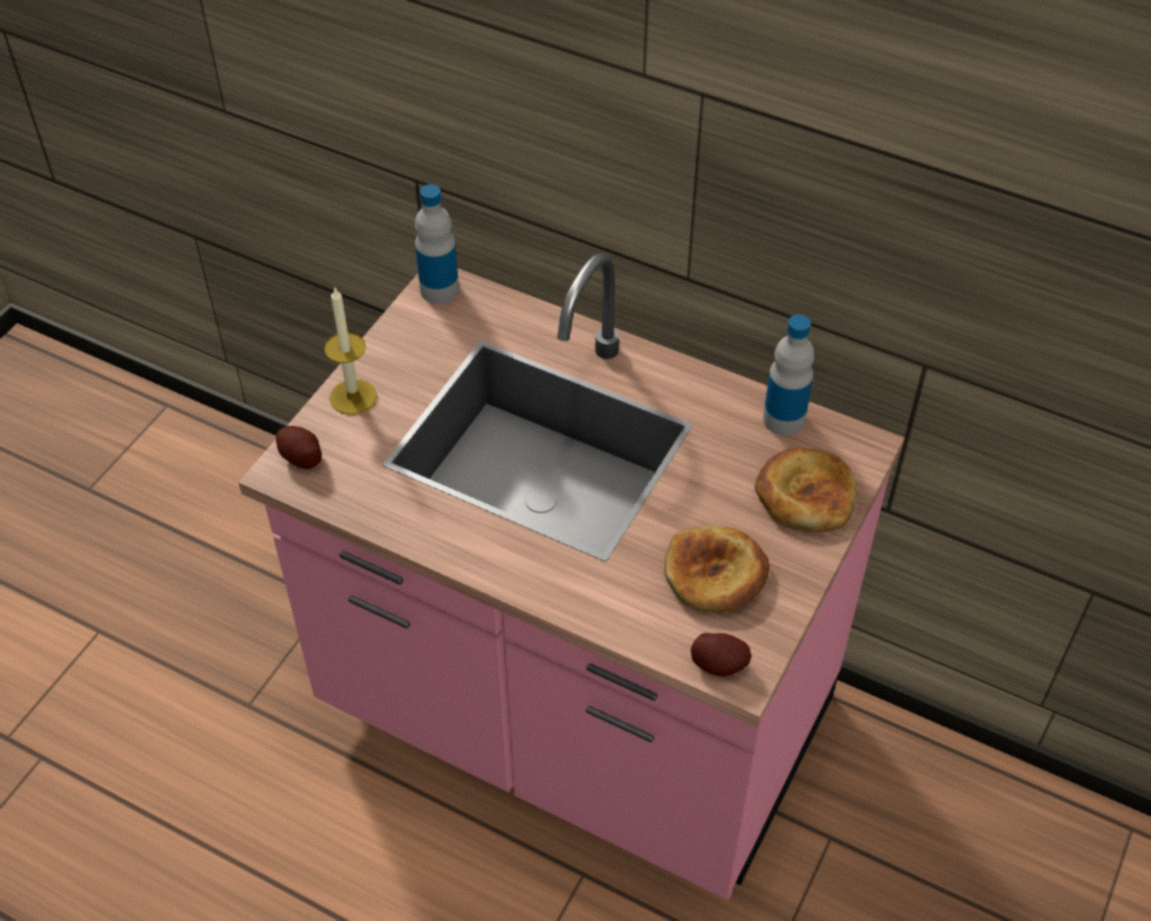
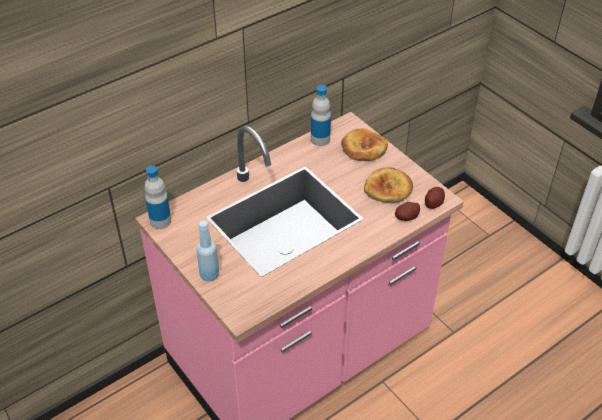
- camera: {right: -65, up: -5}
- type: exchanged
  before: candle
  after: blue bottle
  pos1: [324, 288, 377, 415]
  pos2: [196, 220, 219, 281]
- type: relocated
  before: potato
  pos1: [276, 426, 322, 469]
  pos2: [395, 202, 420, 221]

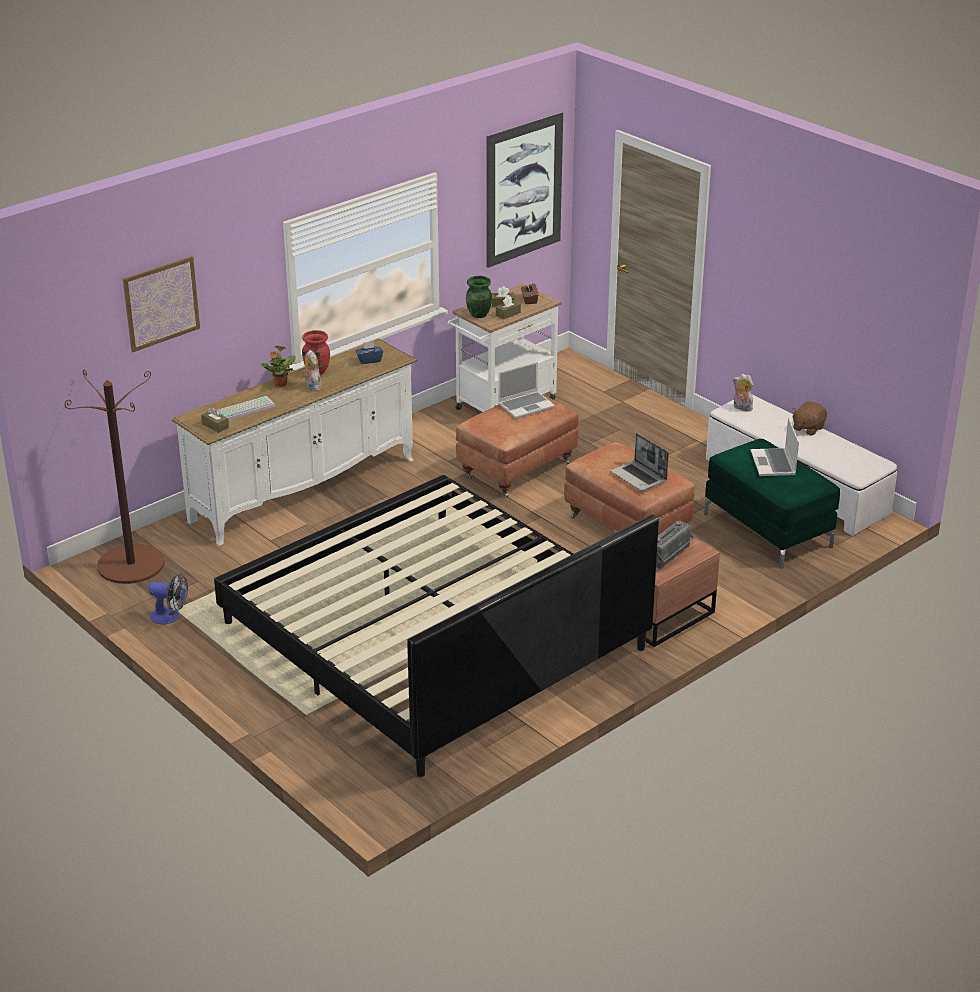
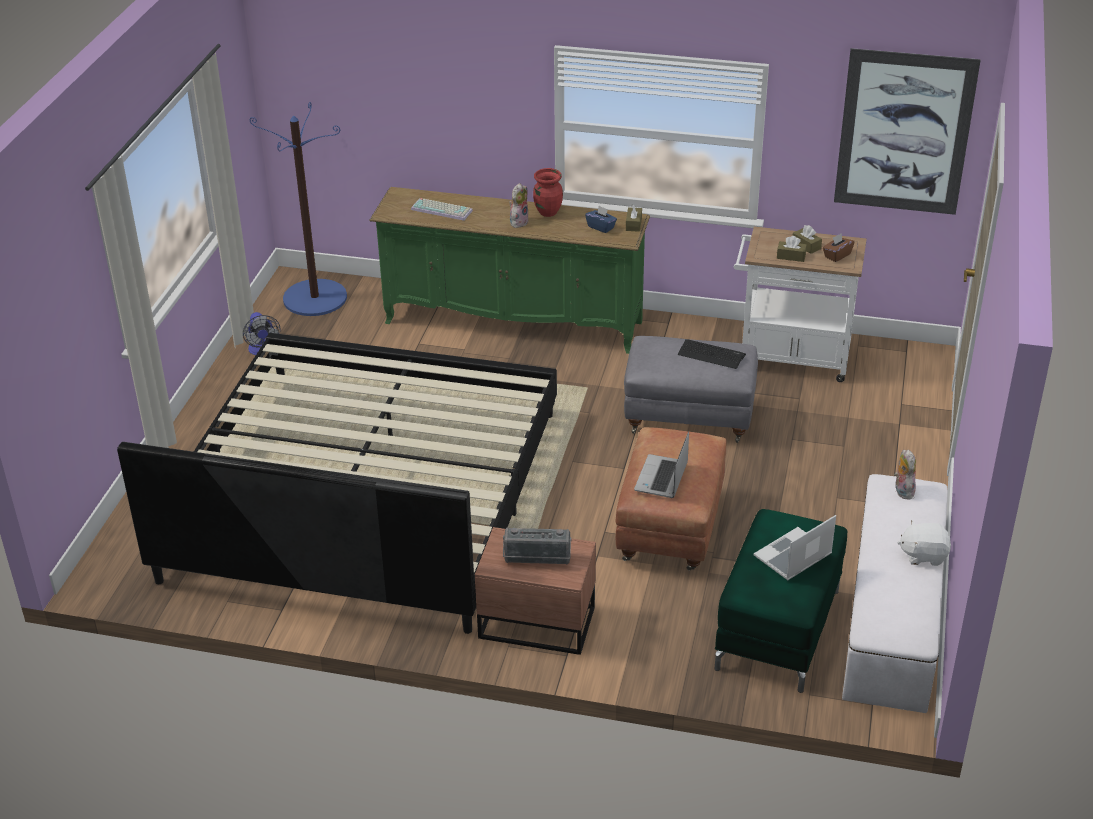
- camera: {right: 55, up: 5}
- type: missing
  before: picture
  pos1: [123, 256, 200, 352]
- type: missing
  before: green vase
  pos1: [466, 276, 492, 318]
- type: colour
  before: white dresser
  after: green dresser
  pos1: [172, 339, 417, 546]
  pos2: [369, 187, 650, 354]
- type: missing
  before: potted plant
  pos1: [261, 345, 296, 387]
- type: exchanged
  before: laptop
  after: keyboard
  pos1: [498, 362, 555, 419]
  pos2: [678, 339, 746, 369]
- type: colour
  before: brown clothes rack
  after: blue clothes rack
  pos1: [64, 370, 165, 584]
  pos2: [250, 102, 347, 316]
- type: colour
  before: brown ottoman
  after: grey ottoman
  pos1: [456, 394, 579, 497]
  pos2: [624, 336, 758, 443]
- type: colour
  before: brown plush toy
  after: white plush toy
  pos1: [792, 402, 827, 435]
  pos2: [897, 520, 951, 566]
- type: relocated
  before: brown tissue box
  pos1: [201, 407, 229, 433]
  pos2: [626, 204, 642, 232]

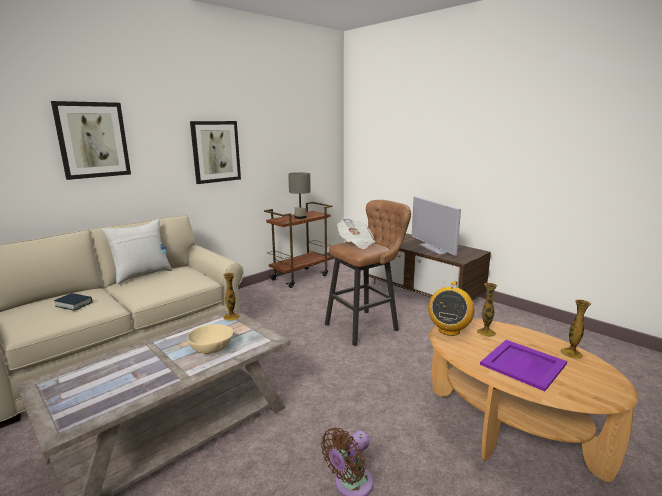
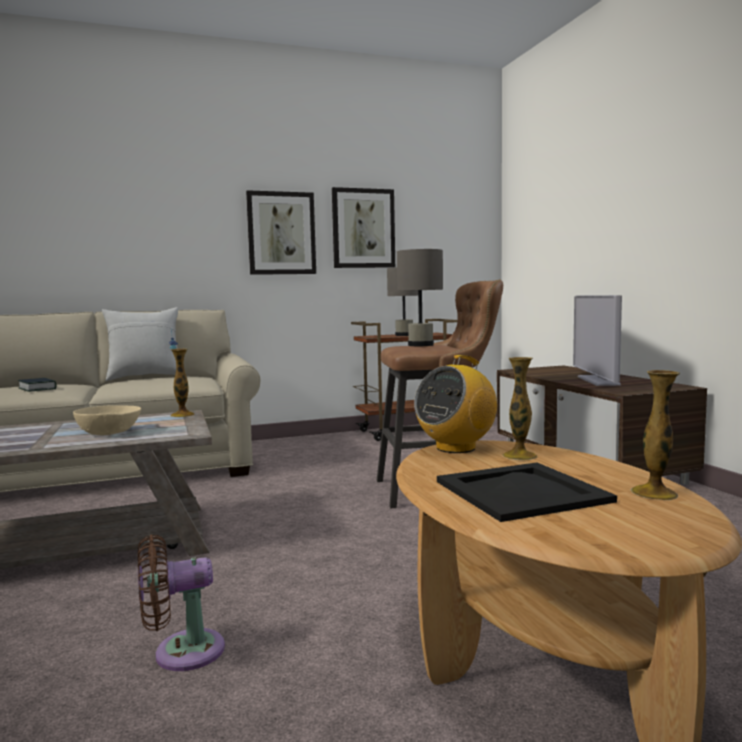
- camera: {right: 25, up: -10}
- type: relocated
  before: picture
  pos1: [51, 101, 131, 180]
  pos2: [332, 187, 395, 268]
- type: exchanged
  before: newspaper
  after: grey table lamp
  pos1: [337, 218, 376, 249]
  pos2: [397, 249, 443, 346]
- type: colour
  before: purple tray
  after: black tray
  pos1: [480, 340, 567, 391]
  pos2: [437, 462, 617, 522]

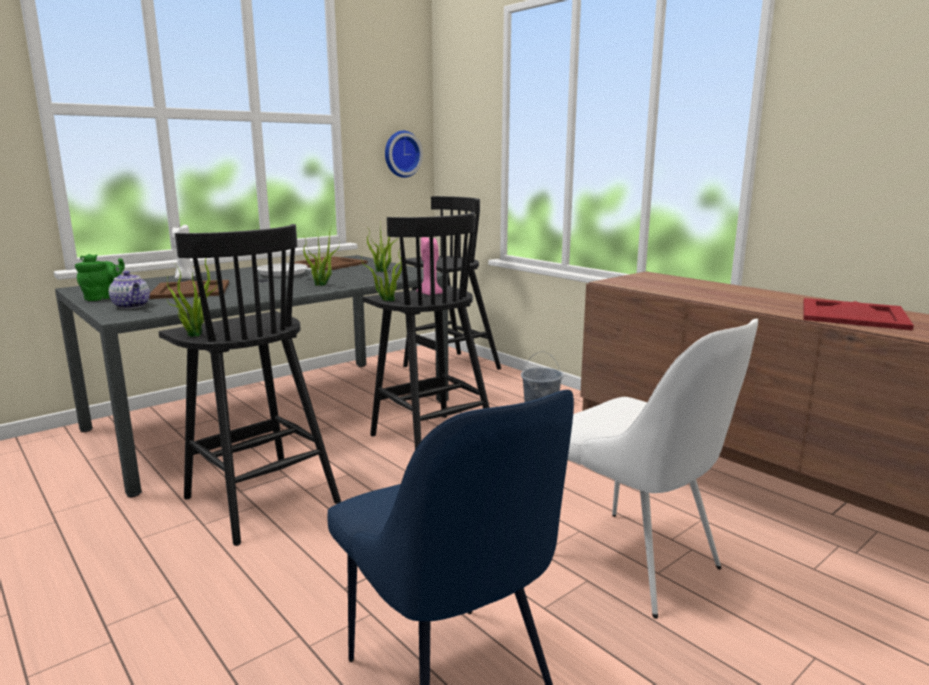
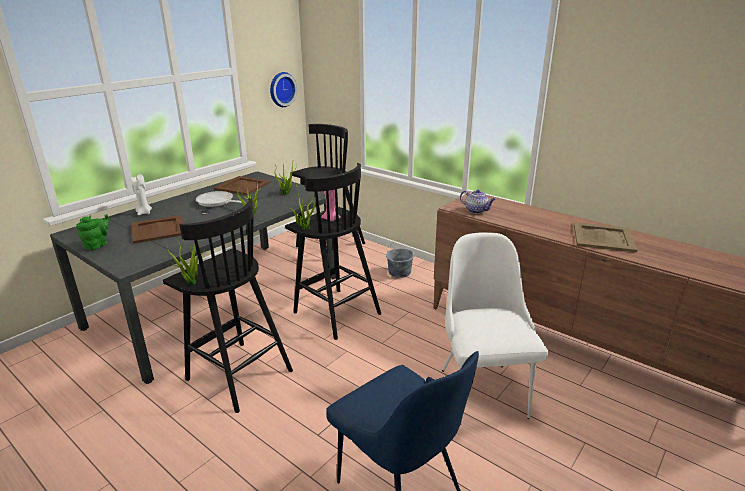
- camera: {right: -10, up: 10}
- type: relocated
  before: teapot
  pos1: [109, 271, 150, 309]
  pos2: [460, 190, 496, 214]
- type: colour
  before: red tray
  after: beige tray
  pos1: [803, 298, 914, 330]
  pos2: [574, 222, 637, 253]
- type: spun
  before: white chair
  pos1: [568, 318, 758, 619]
  pos2: [442, 232, 548, 425]
  turn: -135

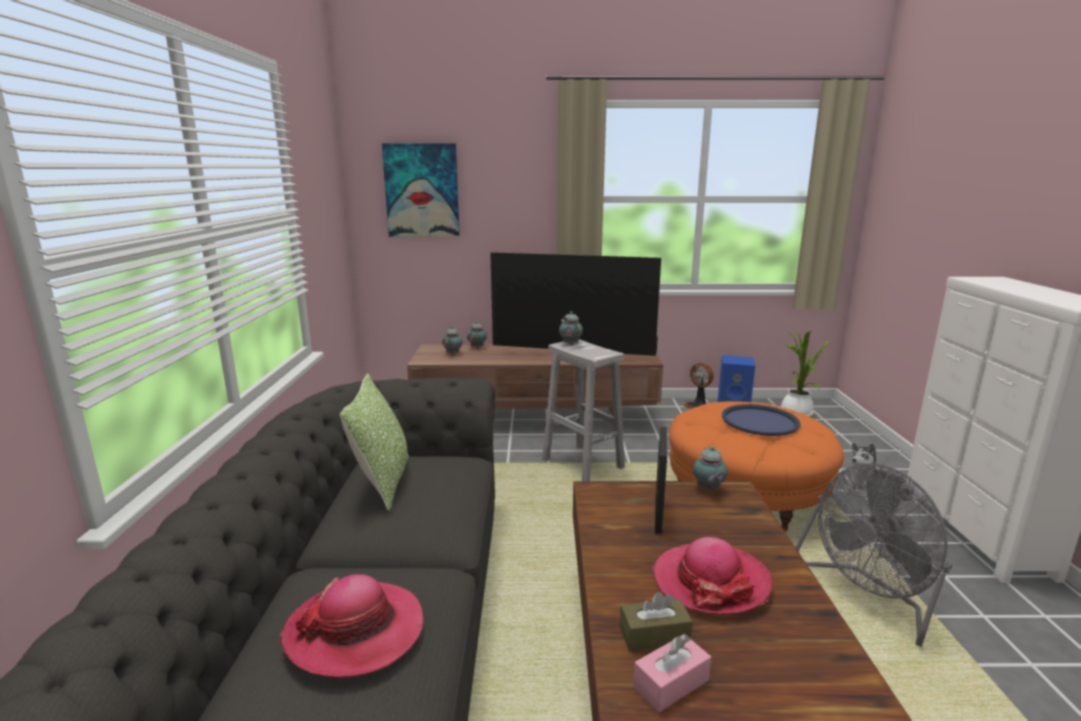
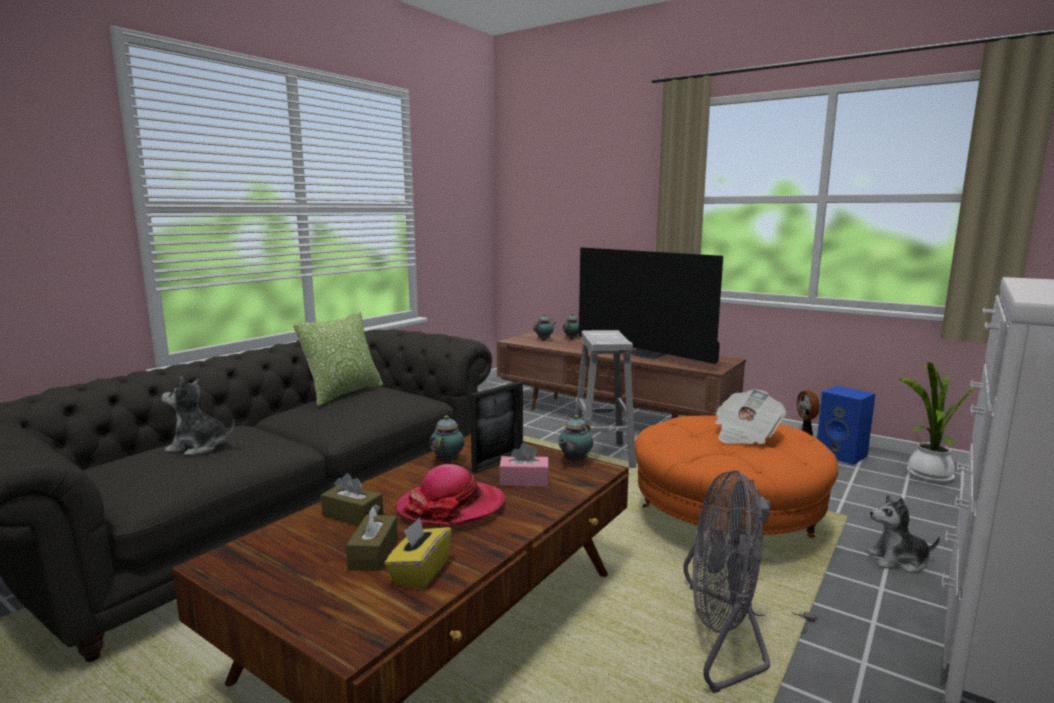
- camera: {right: 35, up: -5}
- type: missing
  before: picture
  pos1: [382, 143, 460, 237]
- type: relocated
  before: teapot
  pos1: [559, 311, 583, 345]
  pos2: [430, 415, 465, 464]
- type: exchanged
  before: blue tray
  after: newspaper
  pos1: [722, 404, 800, 436]
  pos2: [715, 389, 786, 444]
- type: exchanged
  before: hat
  after: plush toy
  pos1: [279, 574, 424, 680]
  pos2: [162, 376, 235, 456]
- type: relocated
  before: pink tissue box
  pos1: [633, 634, 711, 712]
  pos2: [499, 443, 549, 487]
- type: appeared
  after: brown tissue box
  pos2: [346, 505, 398, 571]
- type: appeared
  after: yellow tissue box
  pos2: [385, 517, 452, 590]

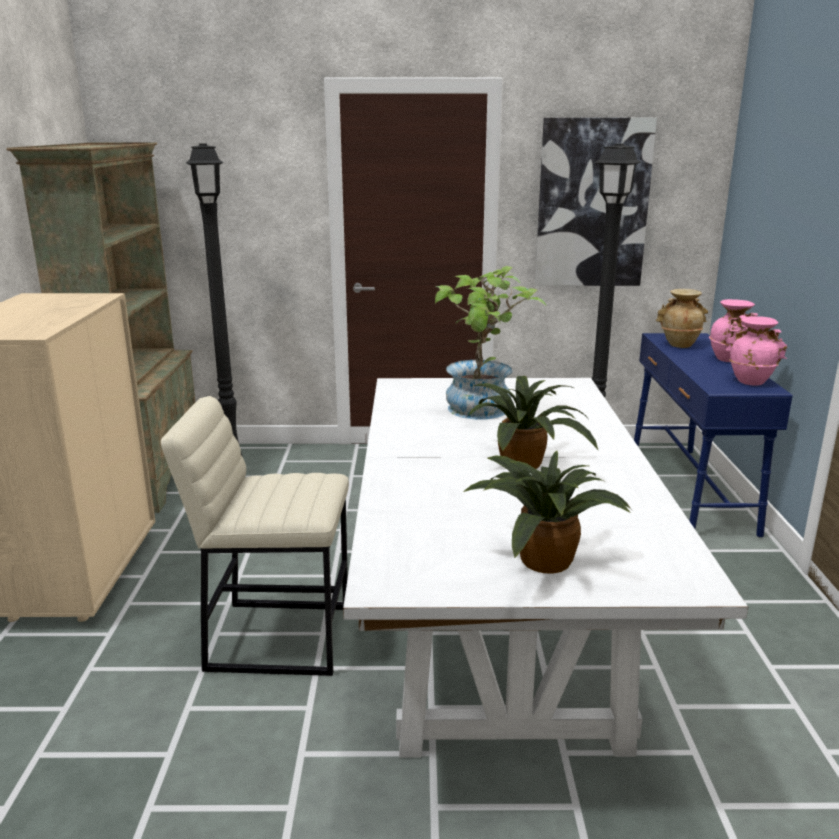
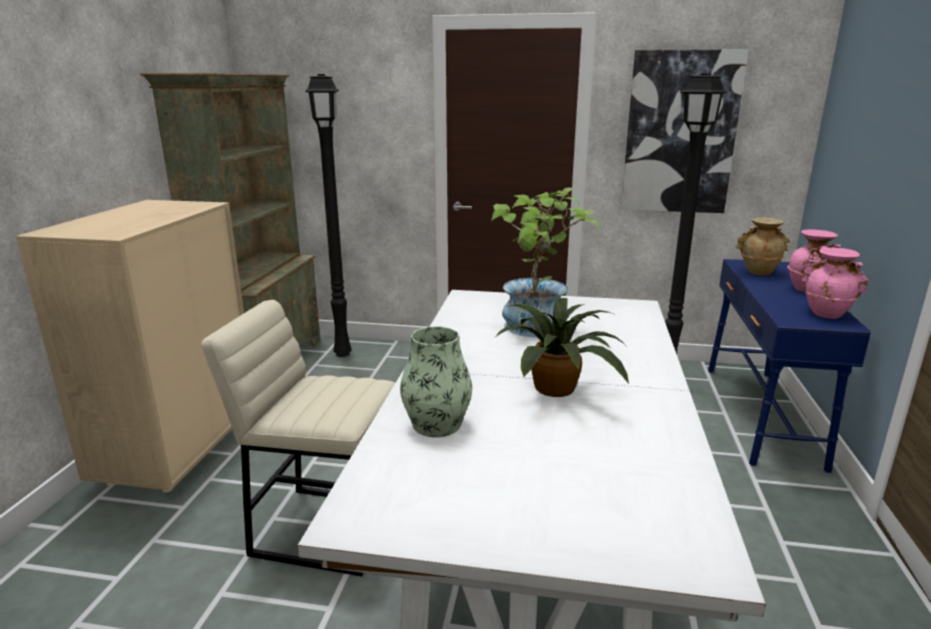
- camera: {right: 10, up: 0}
- type: missing
  before: potted plant
  pos1: [463, 451, 632, 574]
- type: appeared
  after: vase
  pos2: [400, 326, 472, 437]

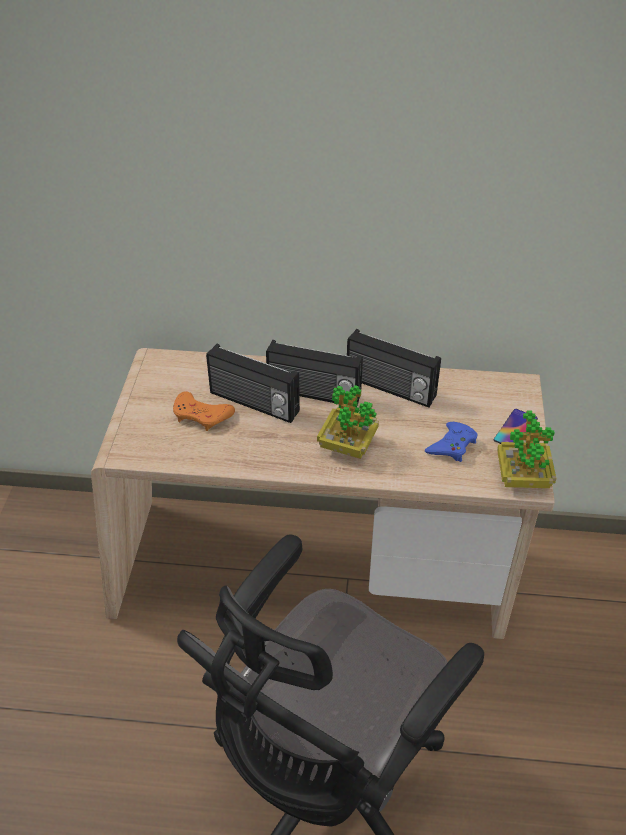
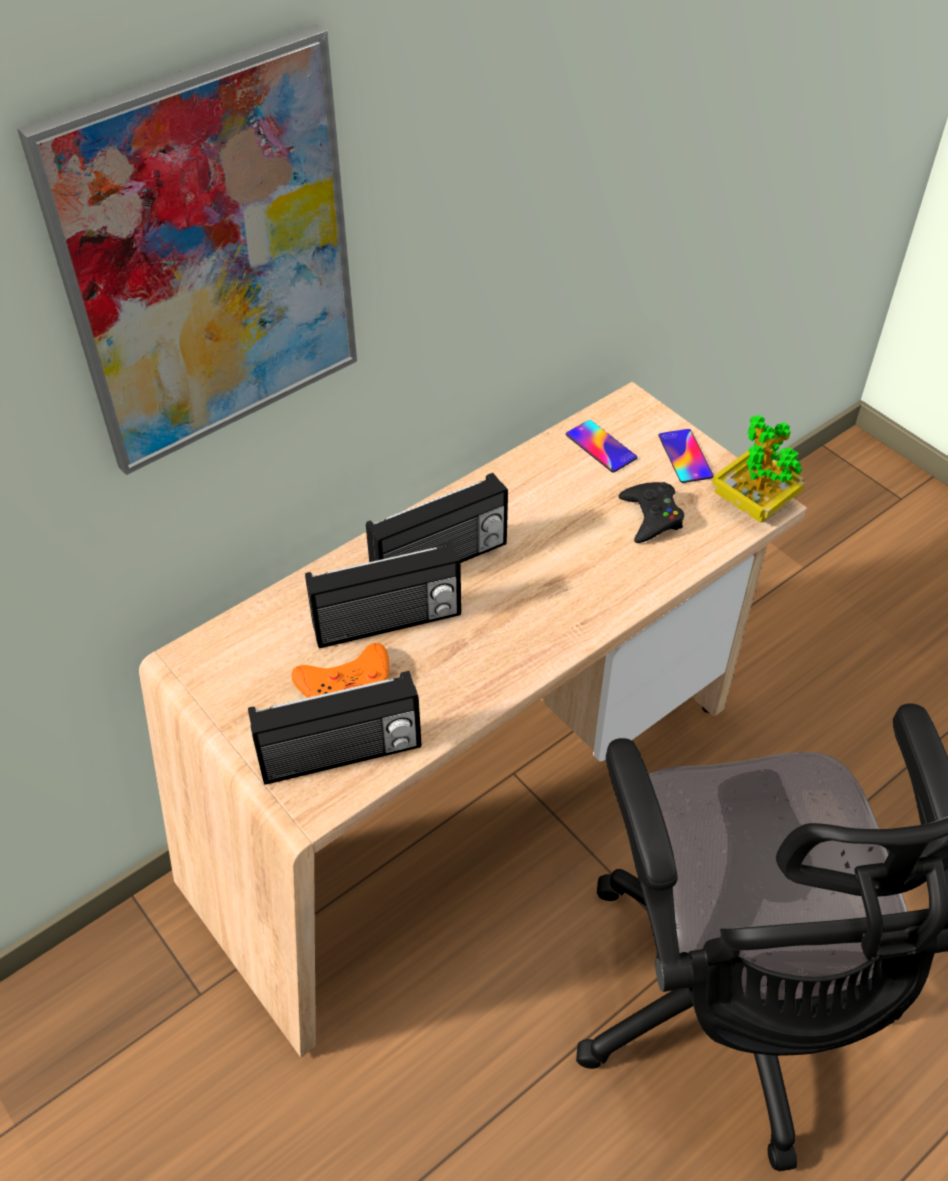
- camera: {right: -45, up: 5}
- type: relocated
  before: radio
  pos1: [347, 329, 441, 408]
  pos2: [248, 671, 421, 785]
- type: missing
  before: potted plant
  pos1: [317, 385, 379, 459]
- type: colour
  before: blue game controller
  after: black game controller
  pos1: [425, 422, 477, 462]
  pos2: [618, 482, 684, 543]
- type: appeared
  after: picture
  pos2: [17, 24, 357, 475]
- type: appeared
  after: phone
  pos2: [566, 420, 637, 472]

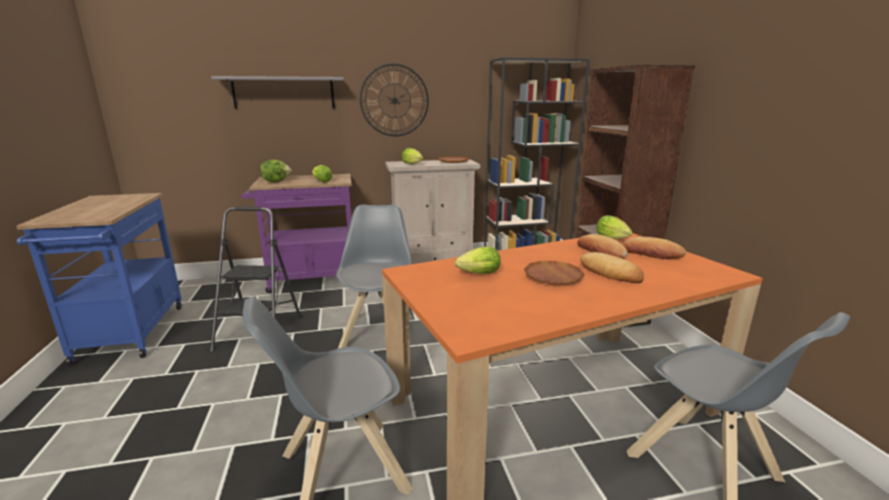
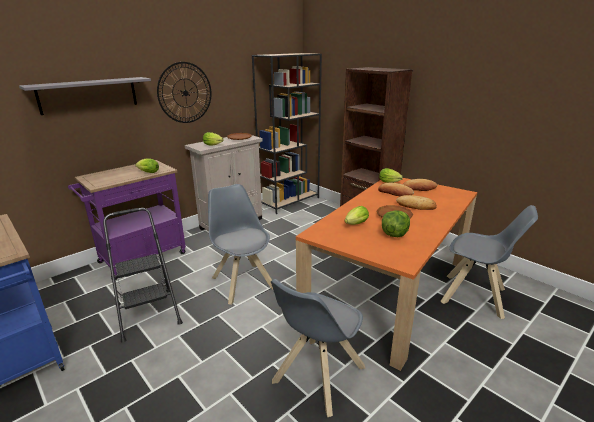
- camera: {right: -30, up: 5}
- type: relocated
  before: lettuce
  pos1: [260, 159, 292, 182]
  pos2: [382, 210, 410, 237]

